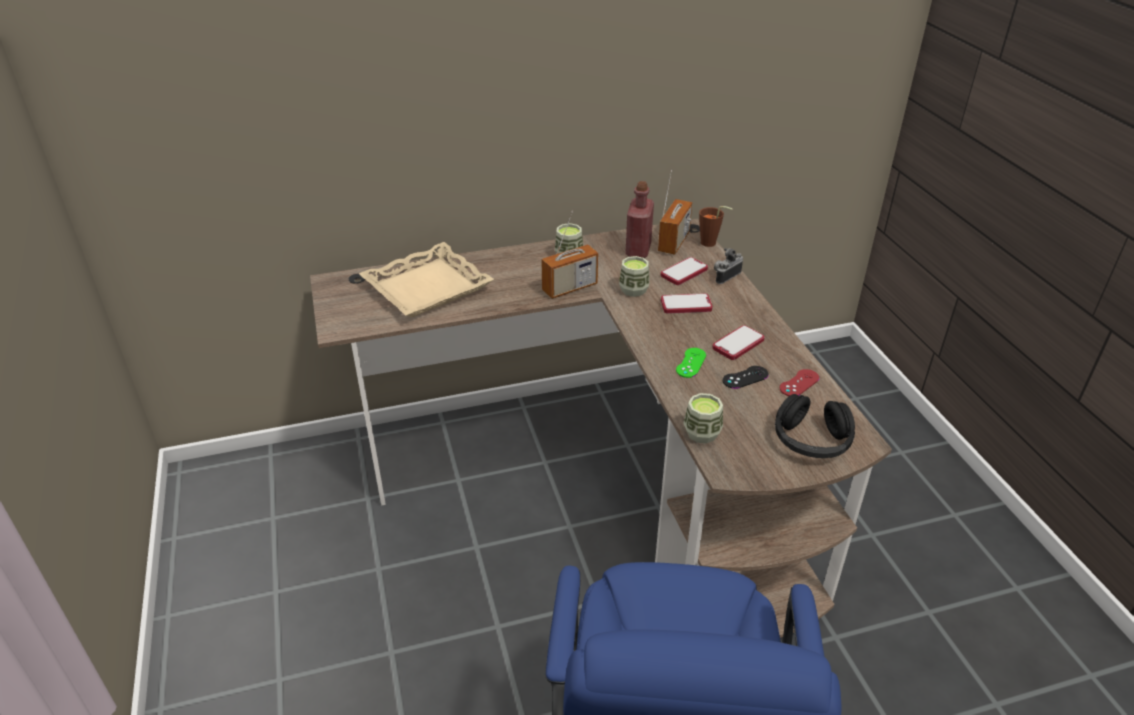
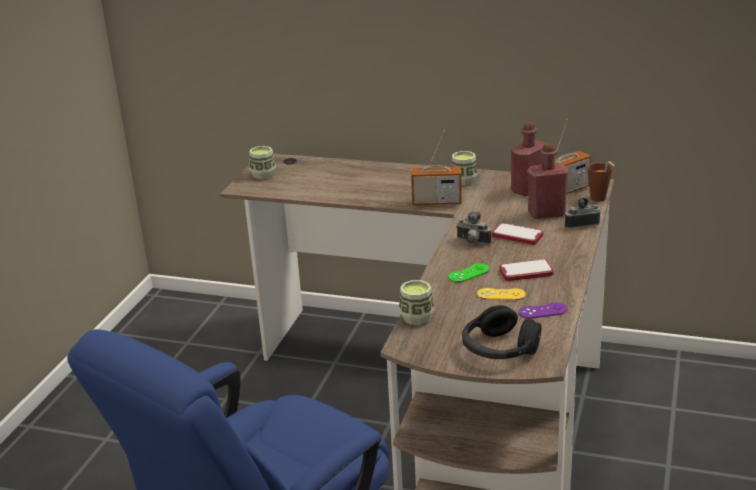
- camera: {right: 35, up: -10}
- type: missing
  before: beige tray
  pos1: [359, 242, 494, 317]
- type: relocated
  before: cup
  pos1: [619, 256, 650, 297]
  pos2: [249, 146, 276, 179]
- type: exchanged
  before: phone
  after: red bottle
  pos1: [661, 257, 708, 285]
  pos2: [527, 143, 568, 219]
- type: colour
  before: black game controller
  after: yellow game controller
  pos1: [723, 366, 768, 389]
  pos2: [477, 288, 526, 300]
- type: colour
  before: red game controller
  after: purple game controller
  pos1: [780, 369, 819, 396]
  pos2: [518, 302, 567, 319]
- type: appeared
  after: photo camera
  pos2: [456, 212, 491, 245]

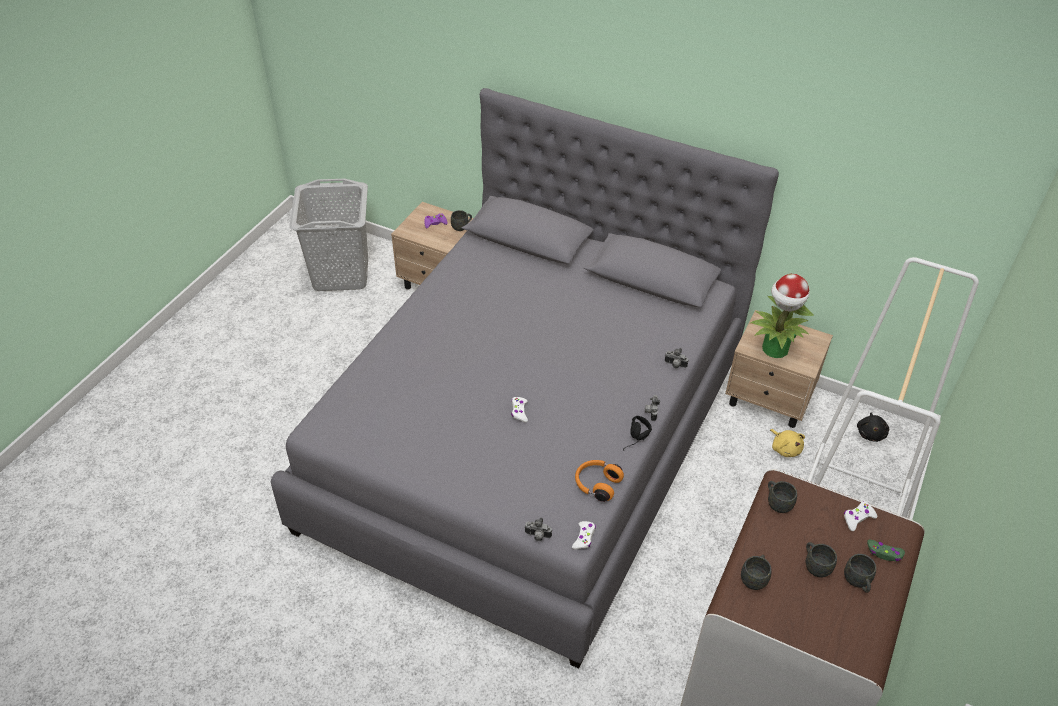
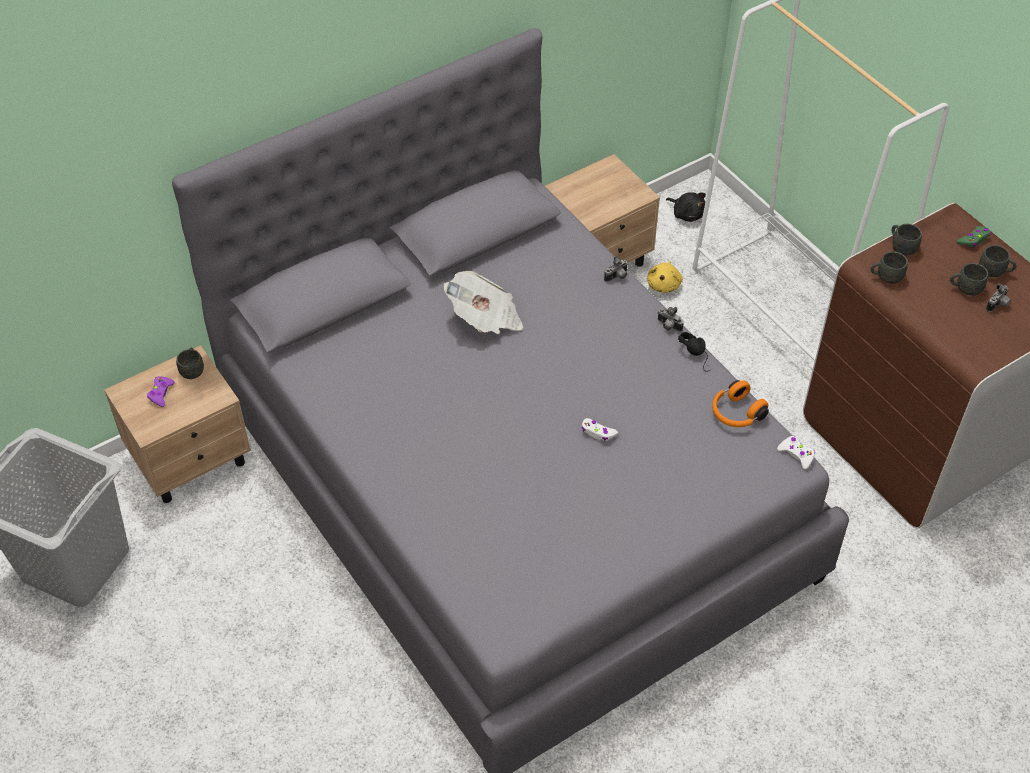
- camera: {right: -60, up: 5}
- type: missing
  before: potted plant
  pos1: [750, 274, 814, 358]
- type: spun
  before: yellow plush toy
  pos1: [770, 429, 805, 457]
  pos2: [647, 261, 683, 293]
  turn: 105
- type: missing
  before: white game controller
  pos1: [844, 501, 877, 531]
- type: relocated
  before: photo camera
  pos1: [524, 518, 552, 541]
  pos2: [986, 283, 1011, 312]
- type: relocated
  before: grey mug
  pos1: [741, 555, 772, 590]
  pos2: [892, 224, 922, 255]
- type: appeared
  after: newspaper
  pos2: [444, 271, 524, 334]

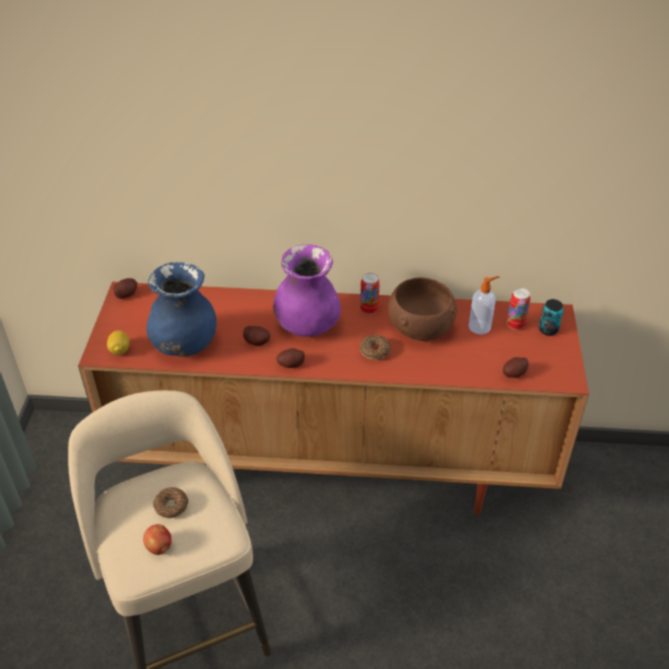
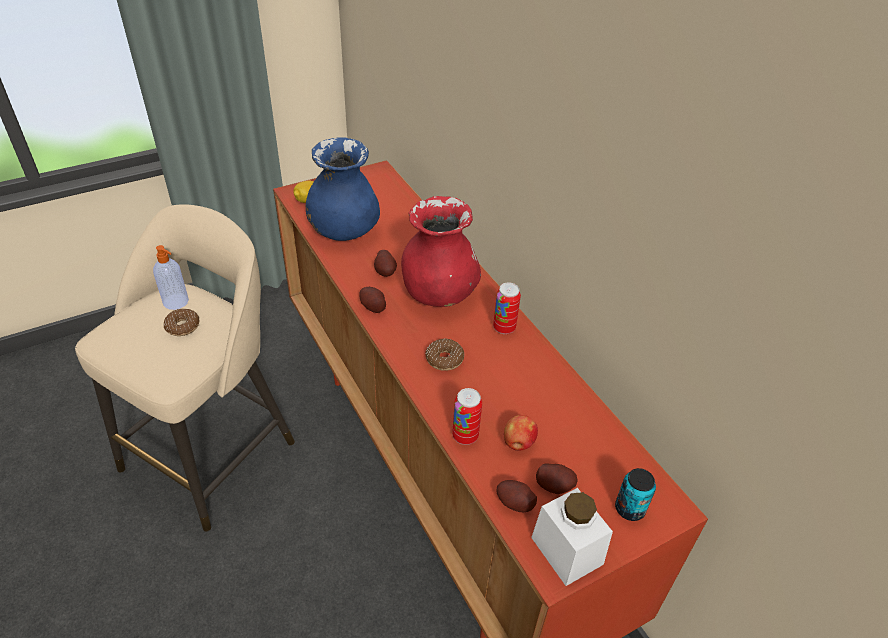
- camera: {right: 55, up: 0}
- type: colour
  before: purple vase
  after: red vase
  pos1: [273, 244, 341, 337]
  pos2: [401, 196, 481, 307]
- type: relocated
  before: soap dispenser
  pos1: [469, 276, 499, 334]
  pos2: [153, 245, 189, 310]
- type: missing
  before: brown bowl
  pos1: [388, 277, 457, 341]
- type: relocated
  before: potato
  pos1: [113, 278, 137, 299]
  pos2: [536, 463, 578, 494]
- type: relocated
  before: can
  pos1: [507, 288, 530, 330]
  pos2: [452, 388, 482, 445]
- type: relocated
  before: apple
  pos1: [143, 524, 172, 555]
  pos2: [504, 415, 538, 450]
- type: appeared
  after: white jar
  pos2: [531, 488, 613, 586]

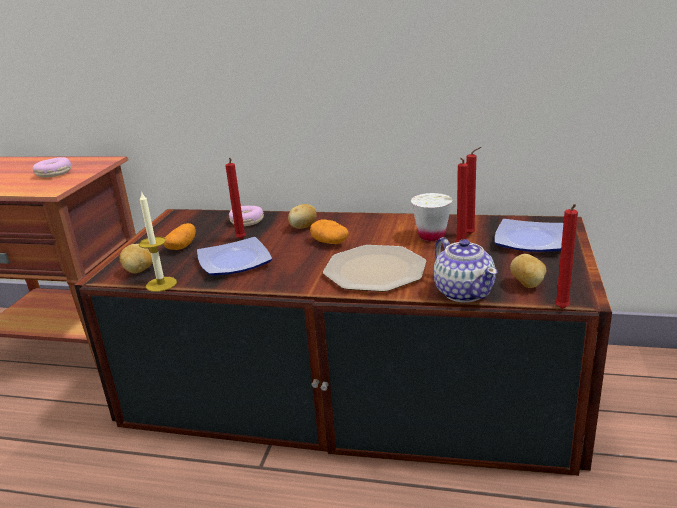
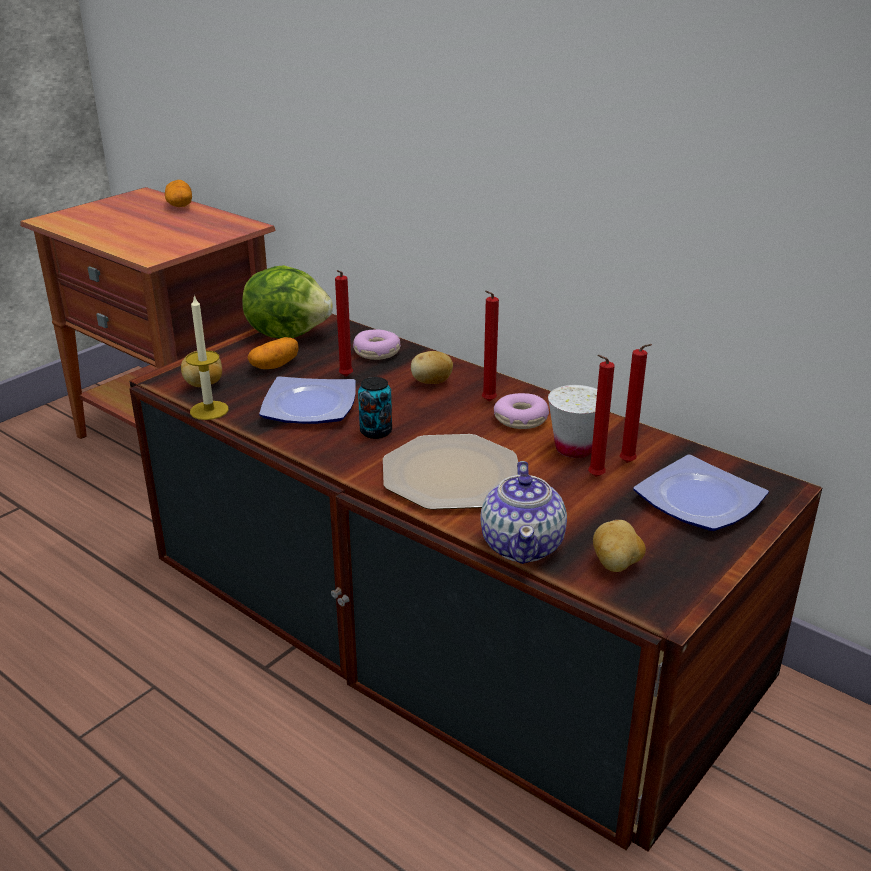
- camera: {right: 25, up: 5}
- type: relocated
  before: donut
  pos1: [33, 157, 71, 177]
  pos2: [494, 393, 549, 429]
- type: relocated
  before: red candle
  pos1: [555, 204, 578, 309]
  pos2: [482, 291, 499, 401]
- type: relocated
  before: potato
  pos1: [310, 219, 349, 244]
  pos2: [165, 180, 192, 207]
- type: appeared
  after: lettuce
  pos2: [242, 265, 333, 338]
- type: appeared
  after: can
  pos2: [358, 377, 392, 439]

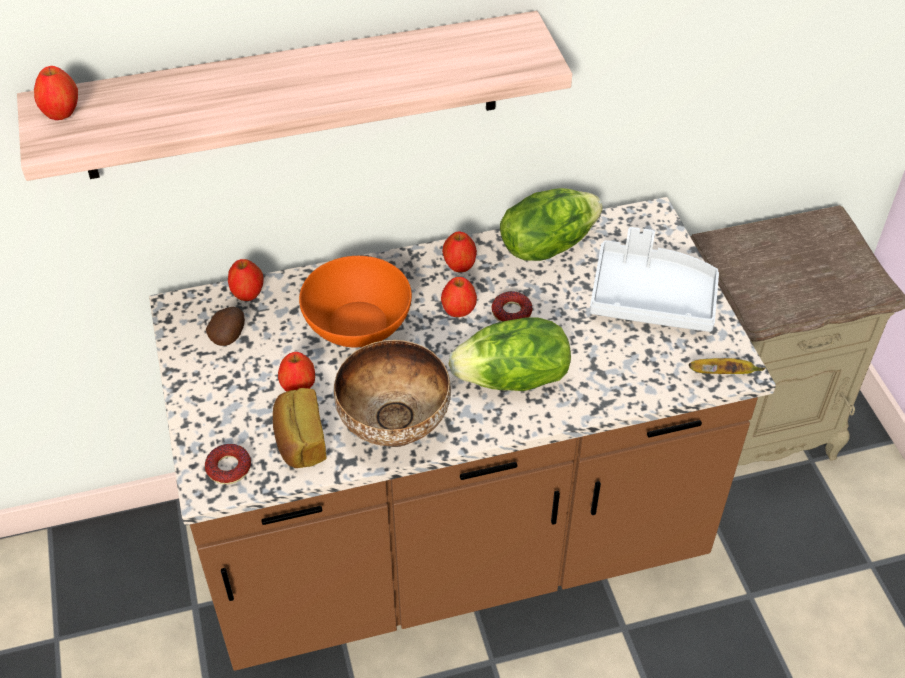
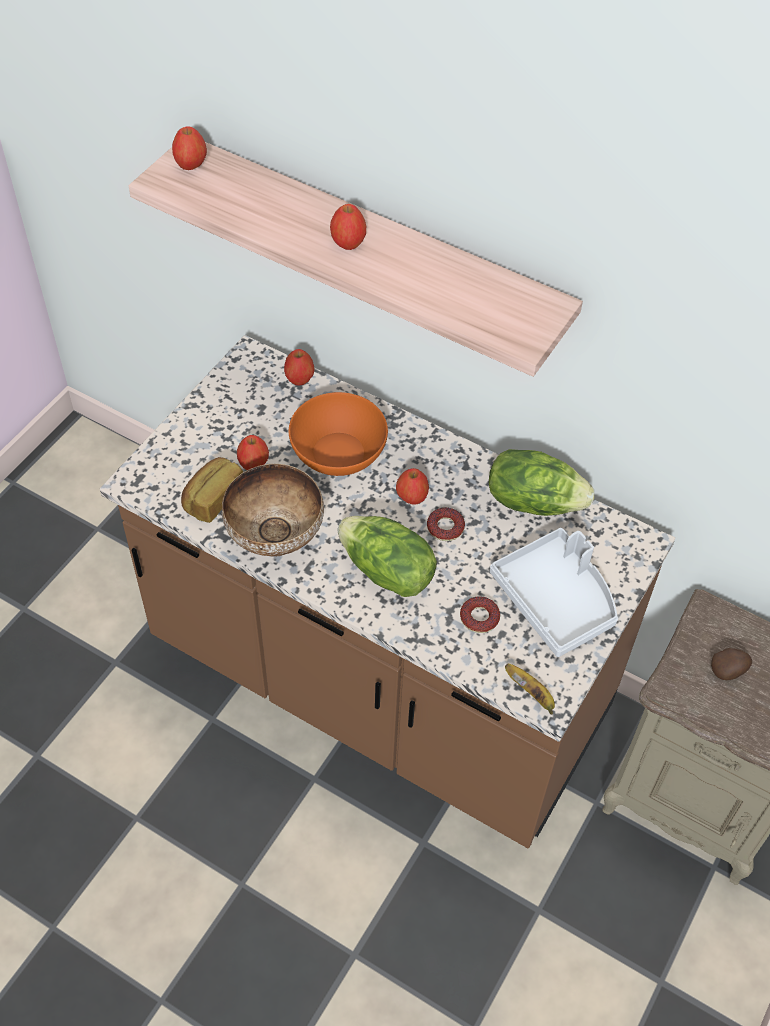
- camera: {right: 45, up: 5}
- type: relocated
  before: apple
  pos1: [442, 231, 477, 272]
  pos2: [330, 204, 366, 250]
- type: relocated
  before: potato
  pos1: [206, 307, 245, 346]
  pos2: [711, 648, 752, 680]
- type: relocated
  before: donut
  pos1: [205, 444, 251, 484]
  pos2: [460, 596, 500, 633]

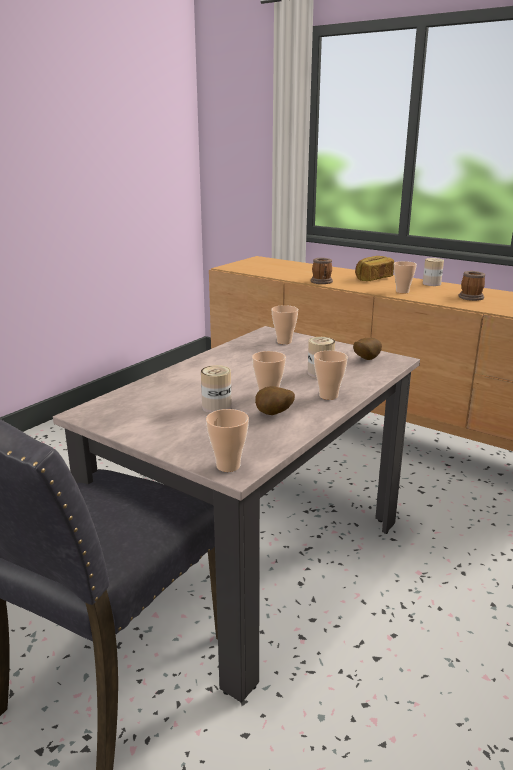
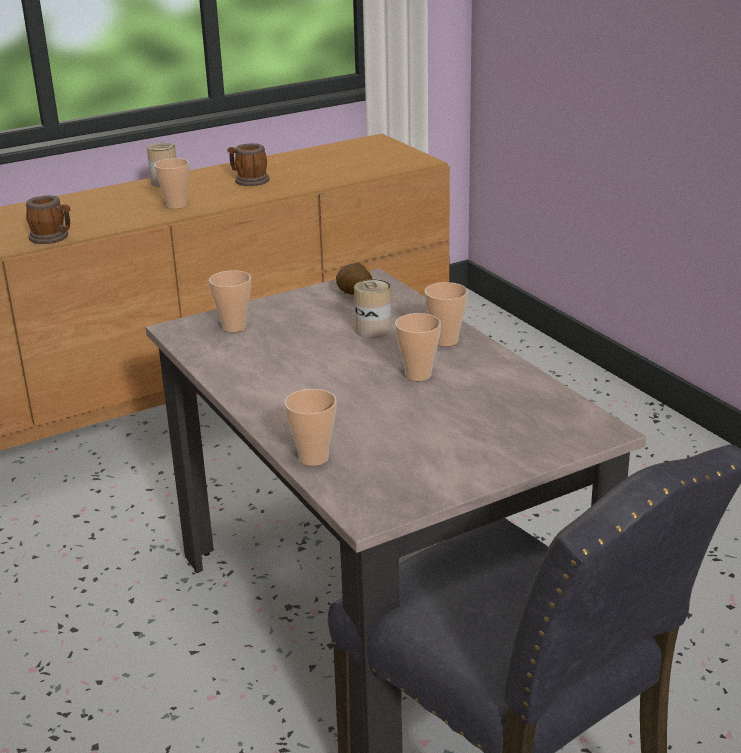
- camera: {right: -65, up: 5}
- type: missing
  before: bread
  pos1: [355, 256, 394, 281]
- type: missing
  before: can
  pos1: [201, 365, 232, 413]
- type: missing
  before: potato
  pos1: [255, 386, 295, 415]
- type: relocated
  before: cup
  pos1: [206, 409, 249, 472]
  pos2: [284, 389, 337, 466]

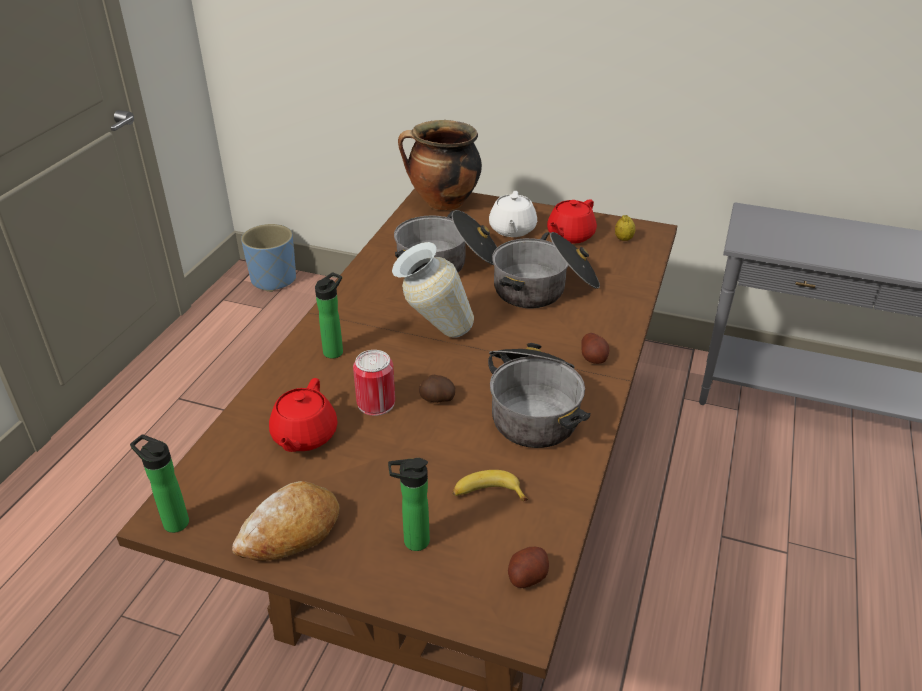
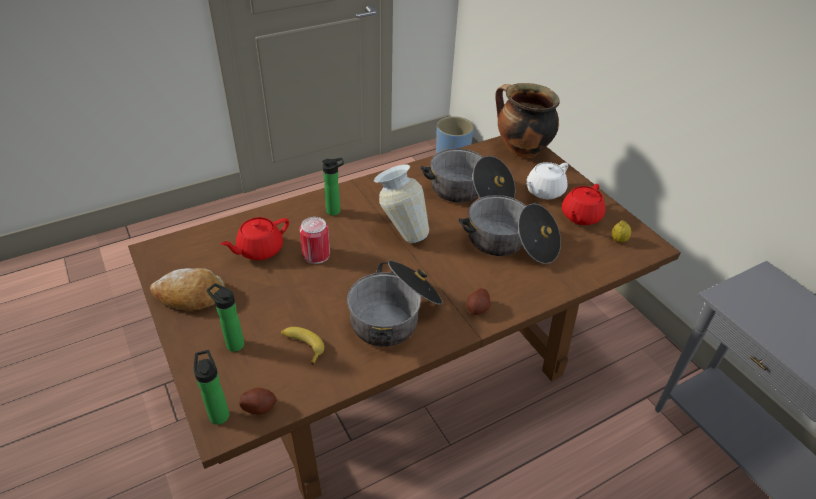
- camera: {right: 40, up: 5}
- type: spun
  before: red teapot
  pos1: [547, 199, 597, 244]
  pos2: [562, 184, 605, 225]
  turn: -45
- type: missing
  before: potato
  pos1: [419, 375, 455, 403]
- type: relocated
  before: bottle
  pos1: [130, 434, 189, 533]
  pos2: [193, 350, 229, 425]

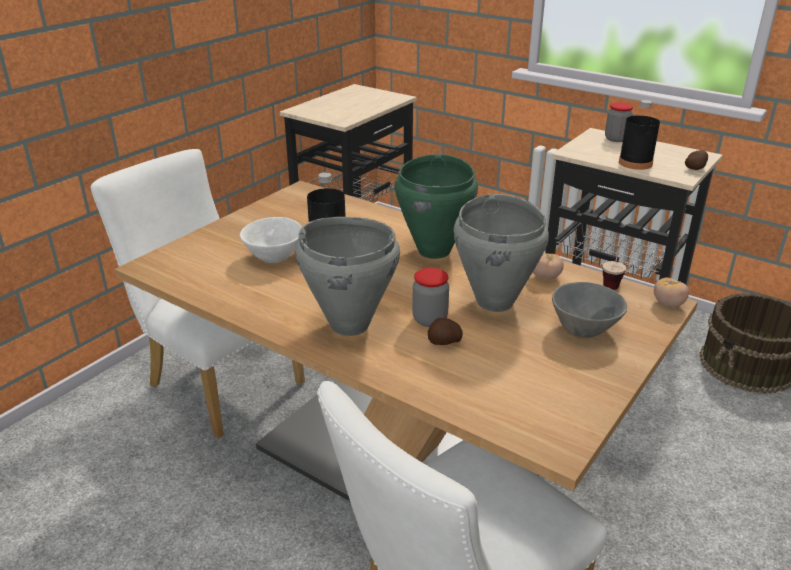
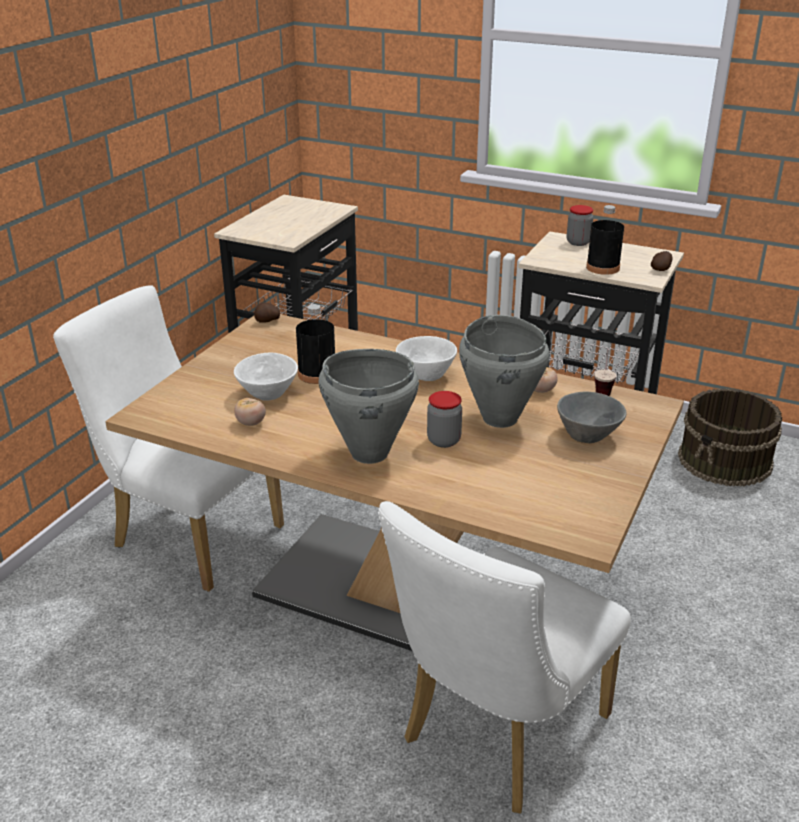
- camera: {right: -10, up: 0}
- type: exchanged
  before: green cooking pot
  after: white bowl
  pos1: [395, 154, 478, 259]
  pos2: [396, 336, 457, 381]
- type: relocated
  before: tomato
  pos1: [654, 278, 689, 307]
  pos2: [234, 398, 266, 426]
- type: relocated
  before: potato
  pos1: [428, 318, 463, 345]
  pos2: [254, 302, 280, 323]

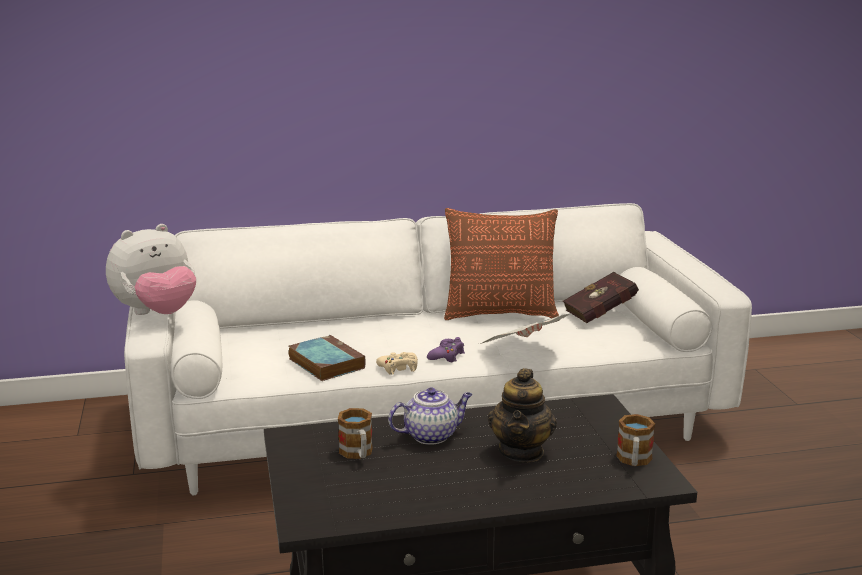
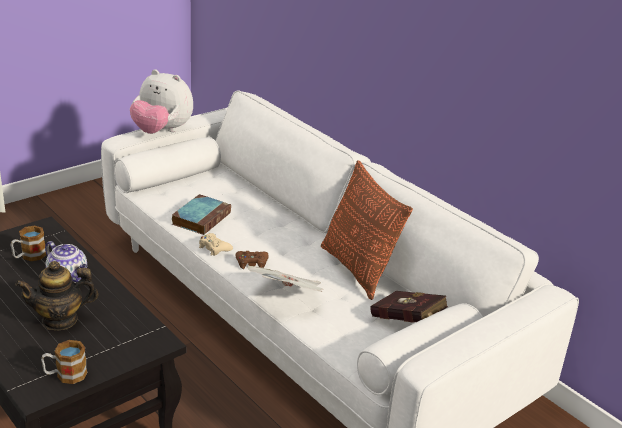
- camera: {right: 60, up: 10}
- type: colour
  before: purple game controller
  after: brown game controller
  pos1: [427, 337, 465, 362]
  pos2: [236, 251, 269, 269]

